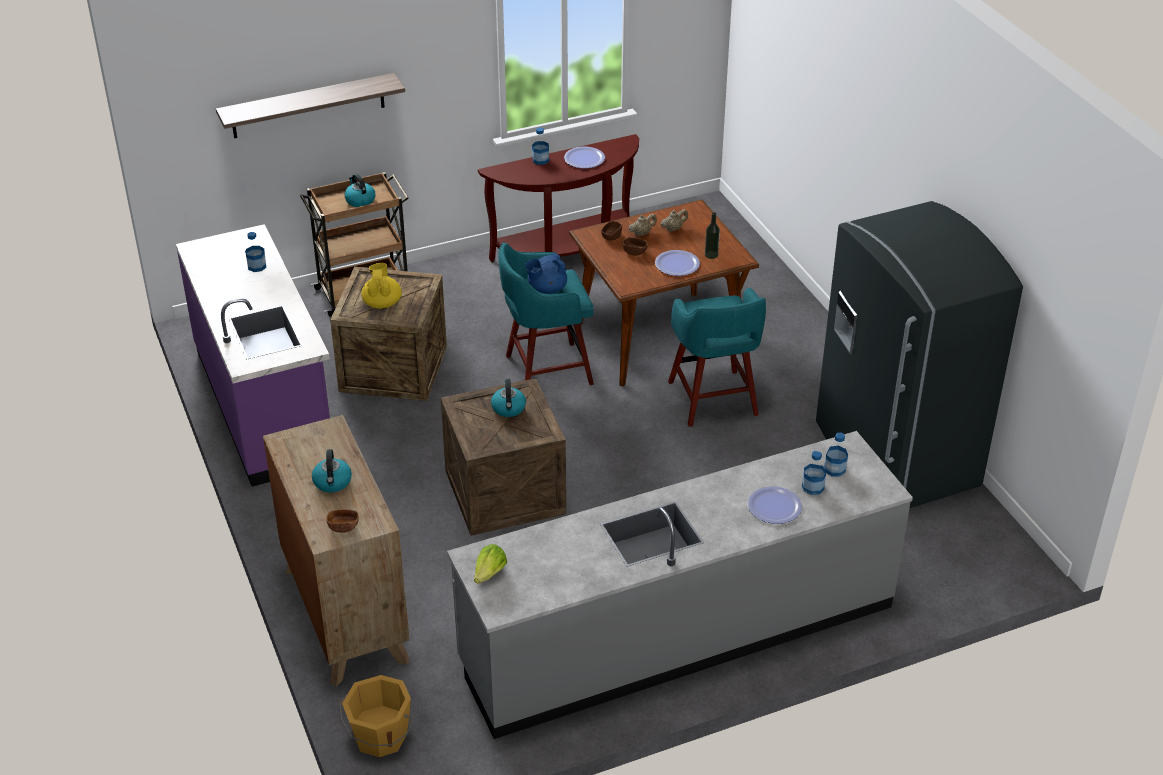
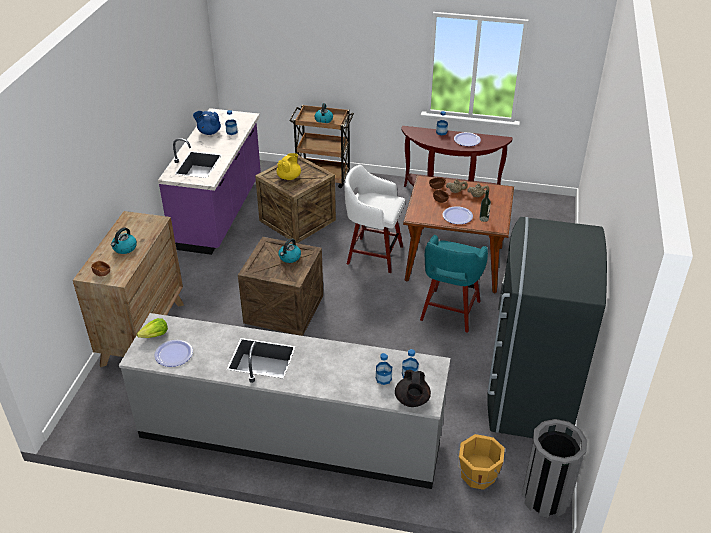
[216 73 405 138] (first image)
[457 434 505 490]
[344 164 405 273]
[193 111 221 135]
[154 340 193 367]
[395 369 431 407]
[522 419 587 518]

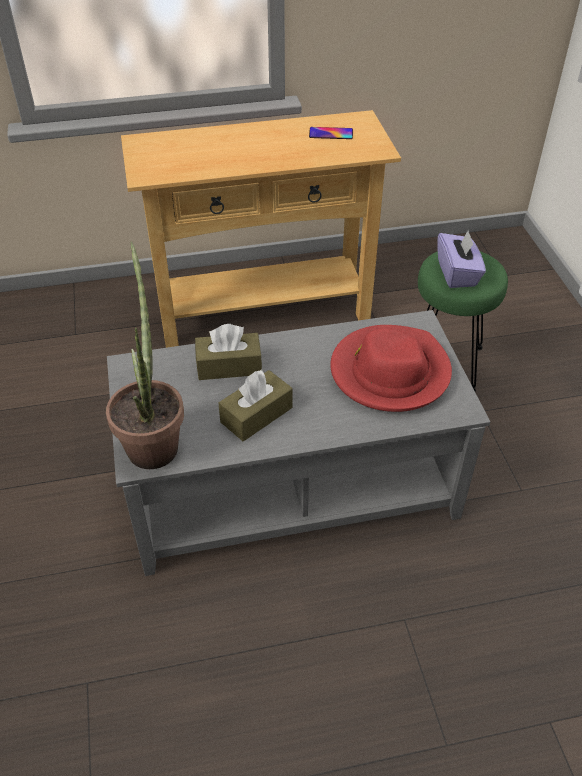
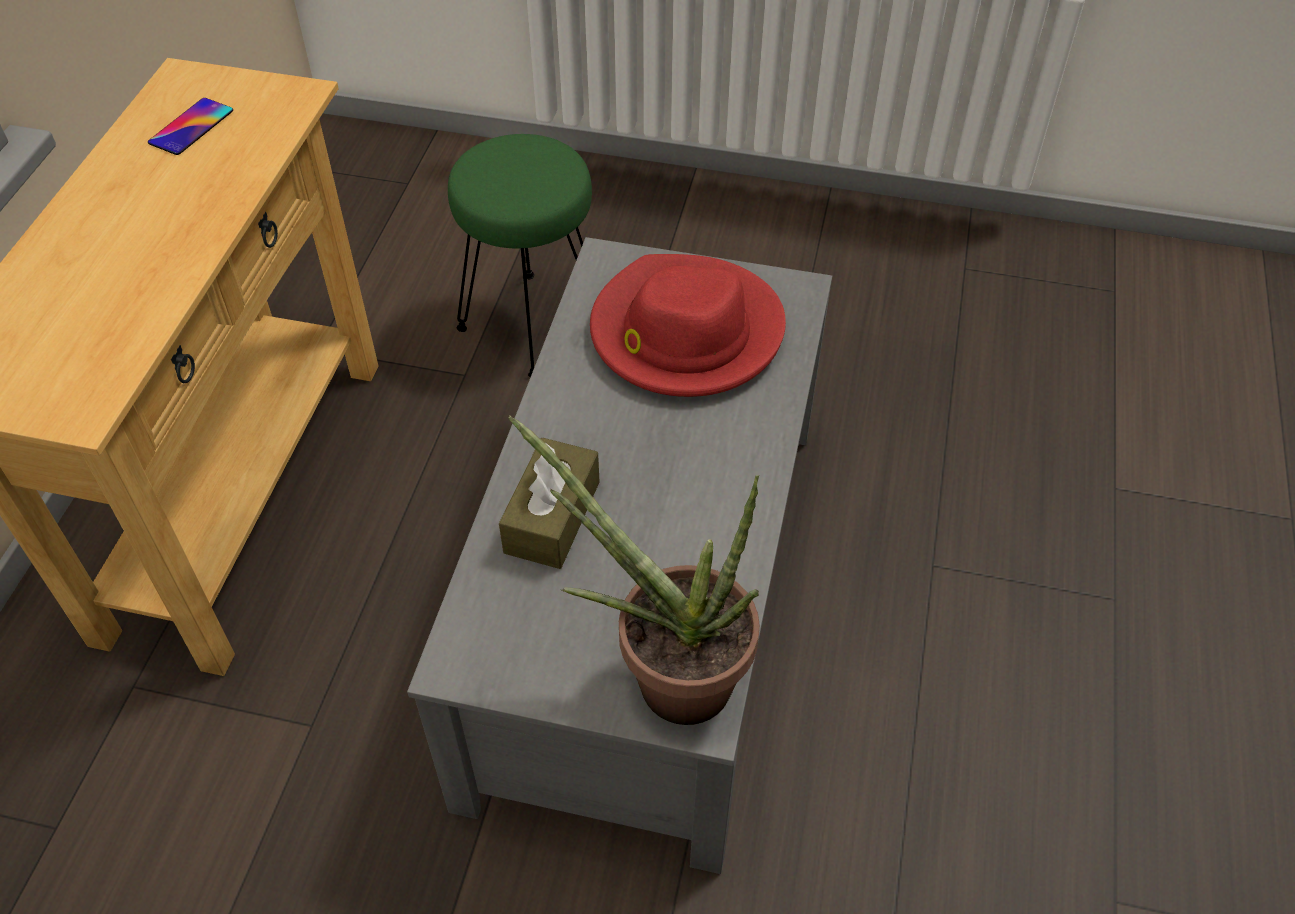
[219 370 293 441] (first image)
[437 229 486 288] (first image)

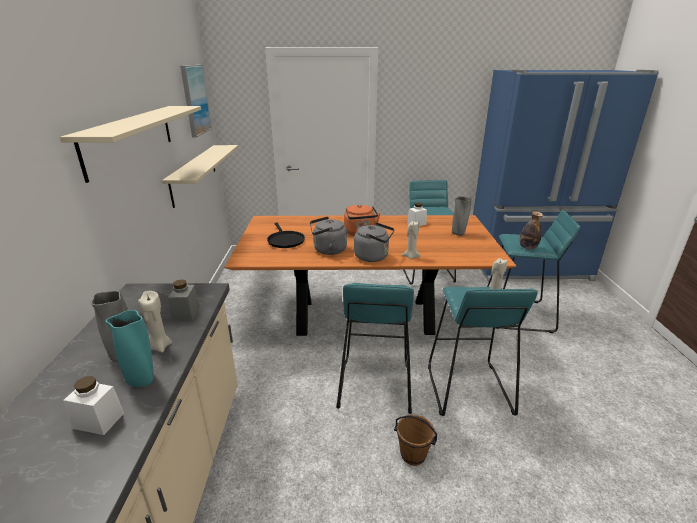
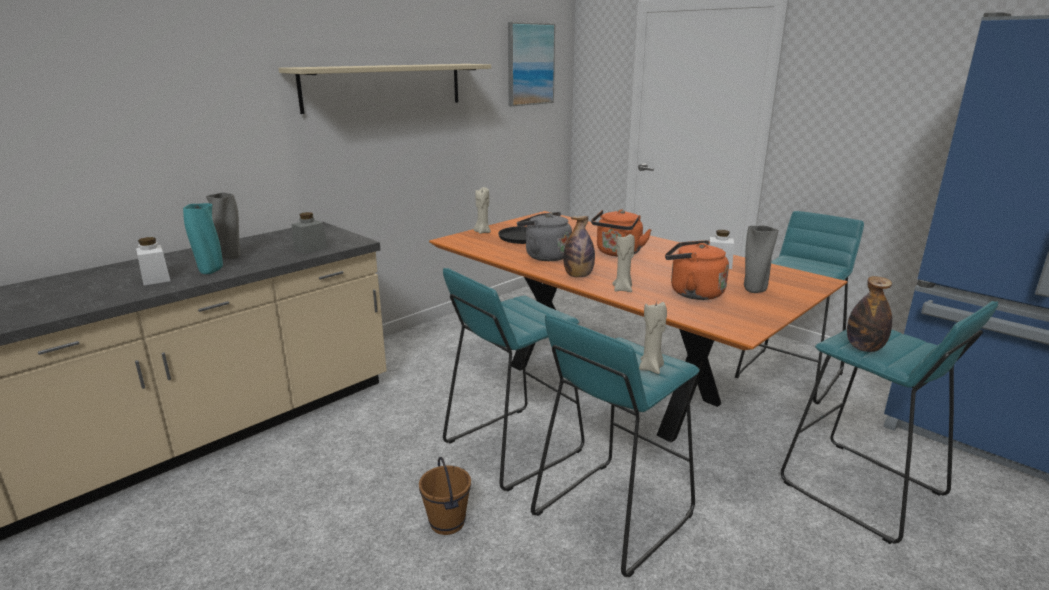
[474 187 491 234]
[162 145 238 208] (first image)
[564 216 595 278]
[665 240 729 300]

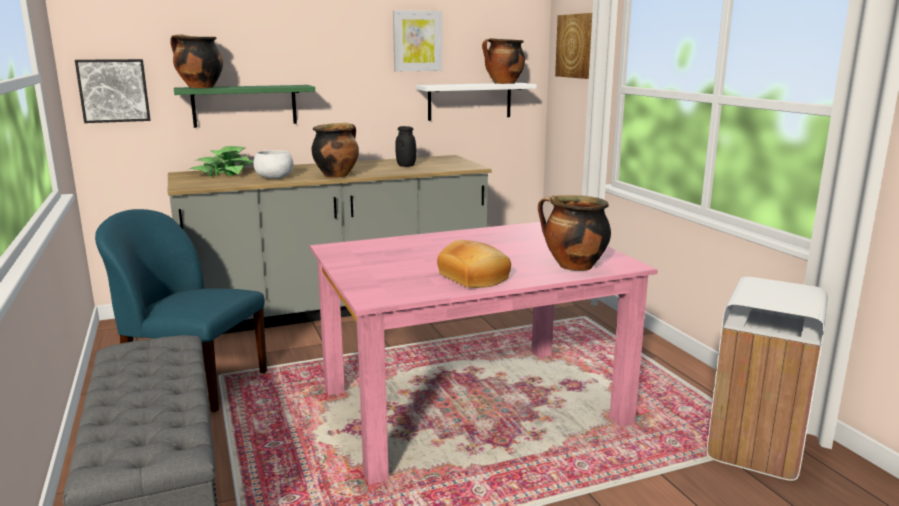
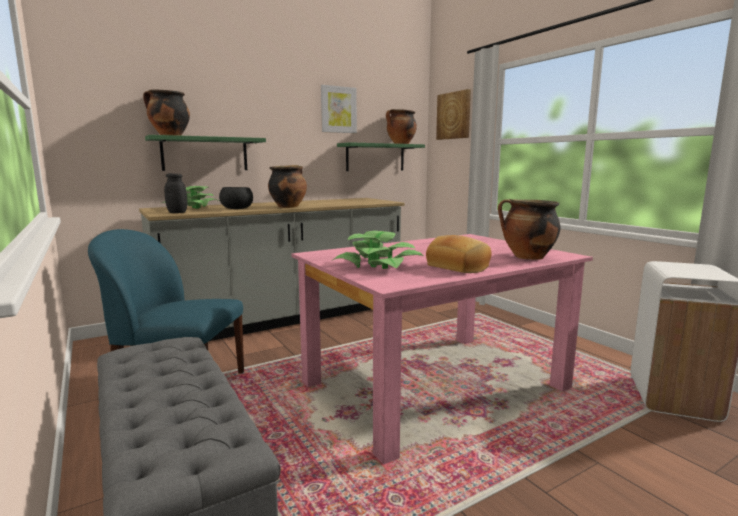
[75 59 150 123] (first image)
[219 187 253 209]
[164 173 187 213]
[337 142 425 171]
[333 231 424 269]

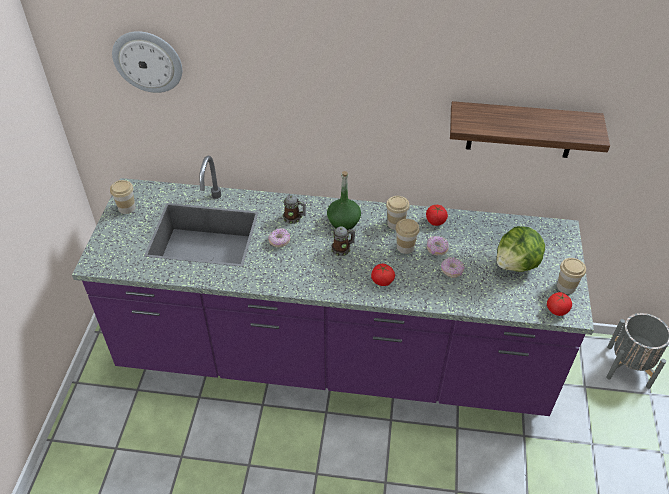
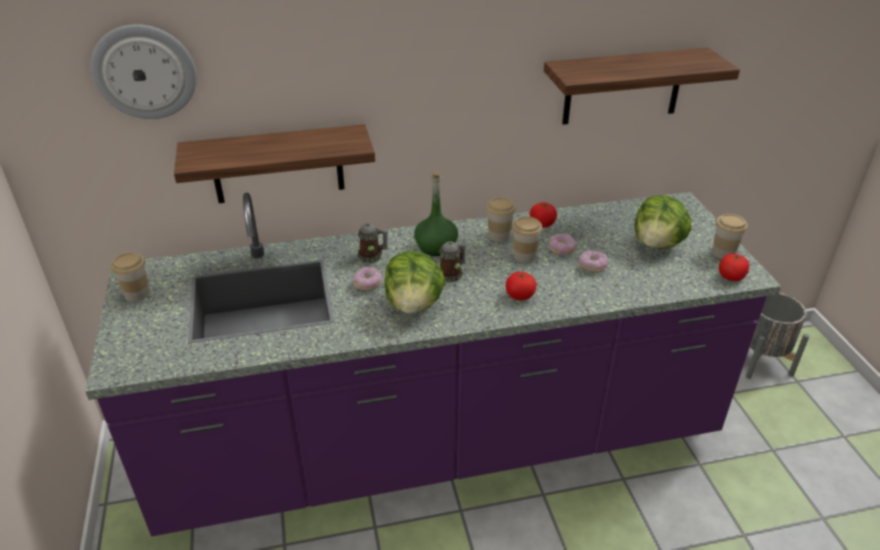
[174 124 375 203]
[384 251 445 314]

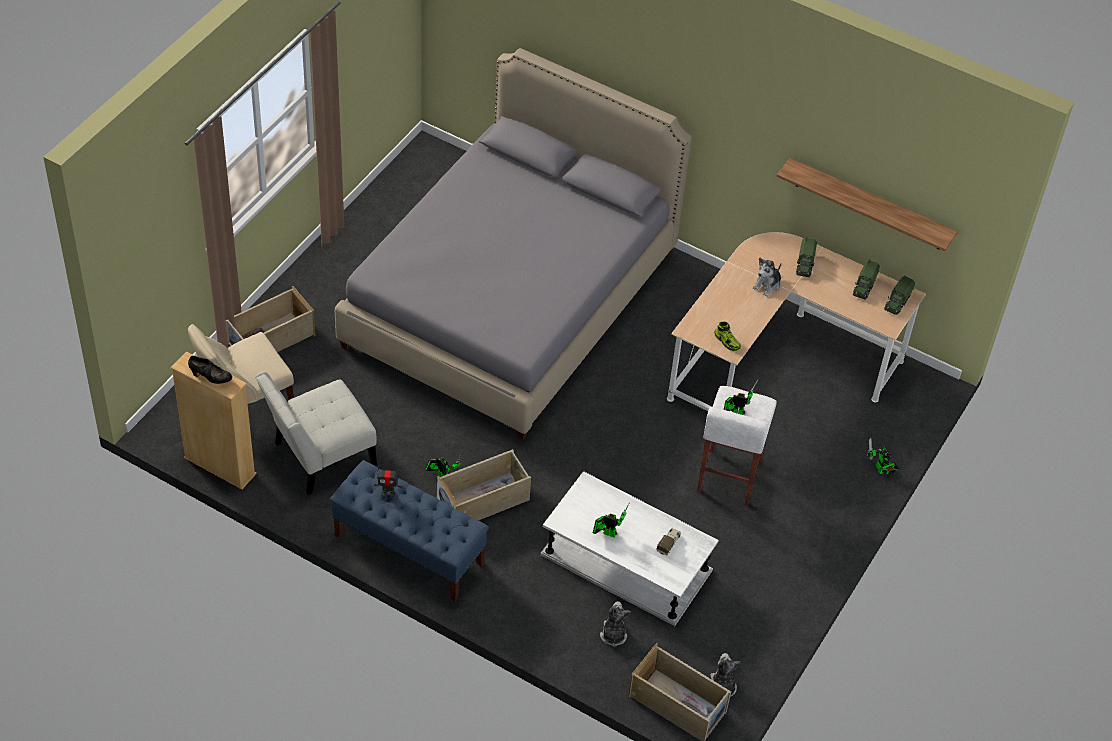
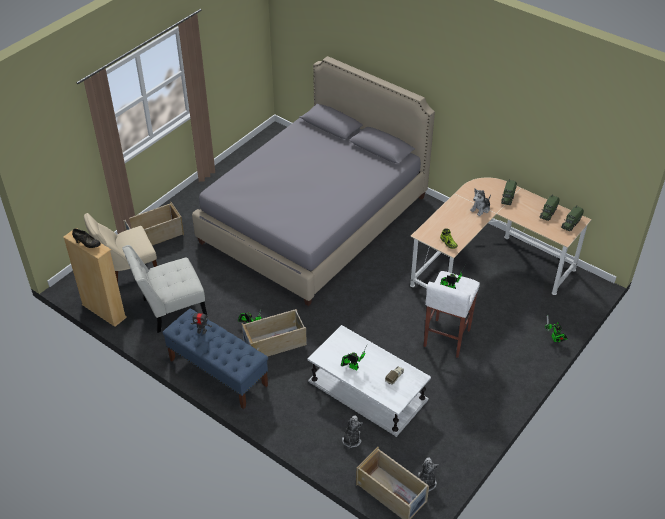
[777 158 958 251] (first image)

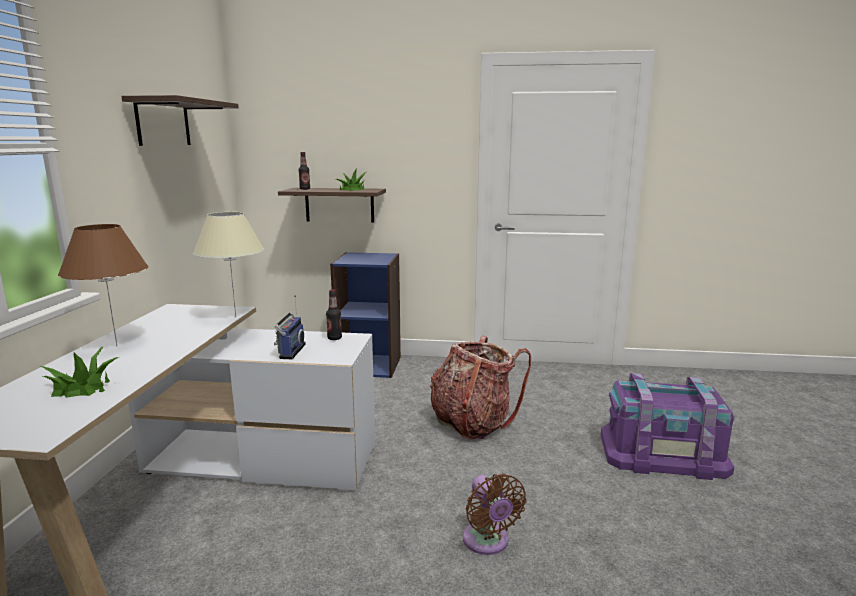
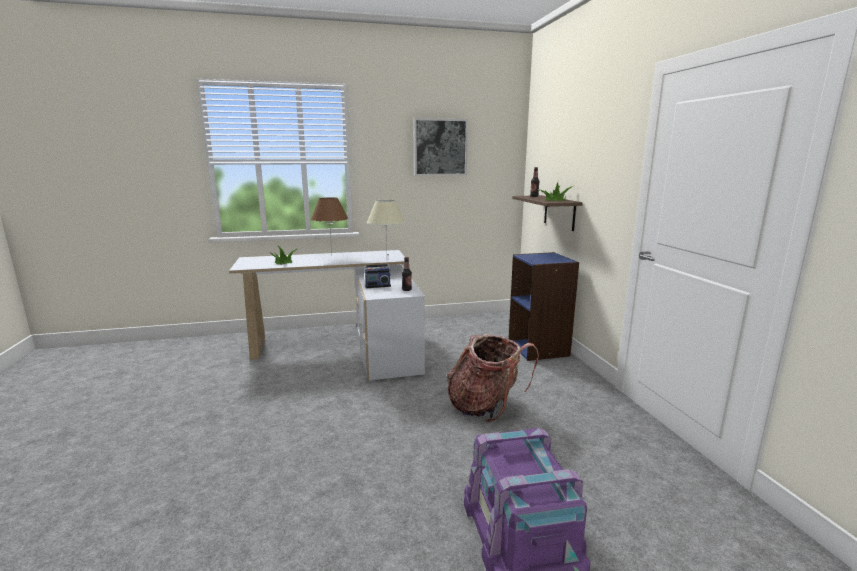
[413 118 468 176]
[463 474 527 555] (first image)

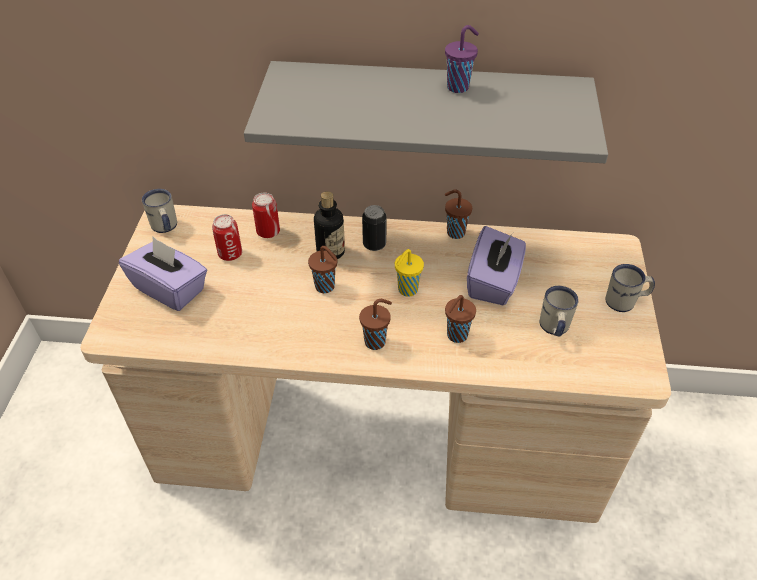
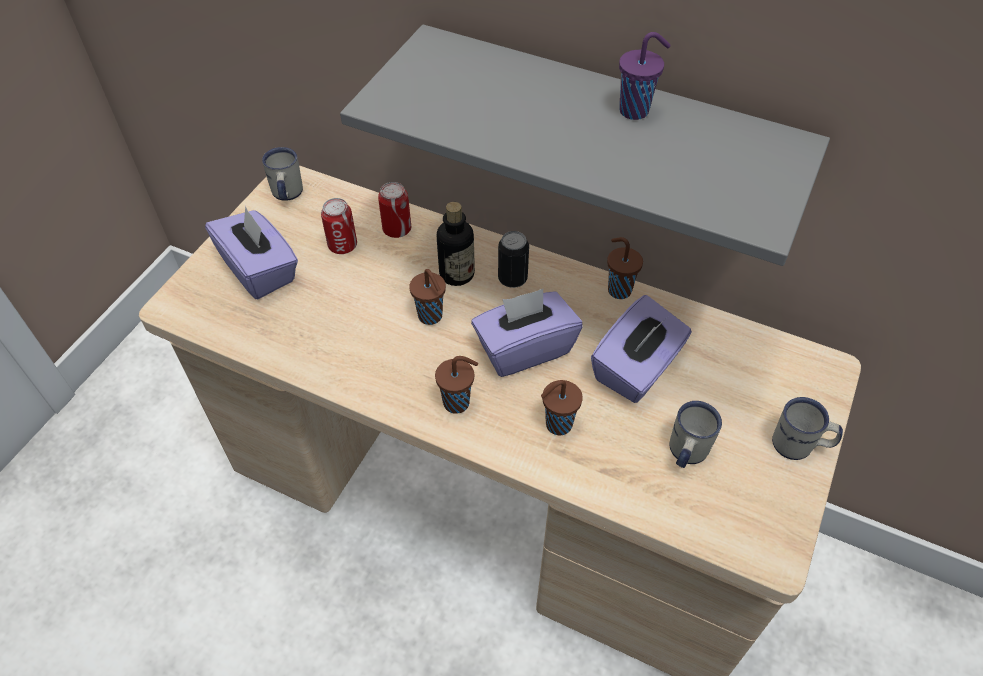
[471 289 582 377]

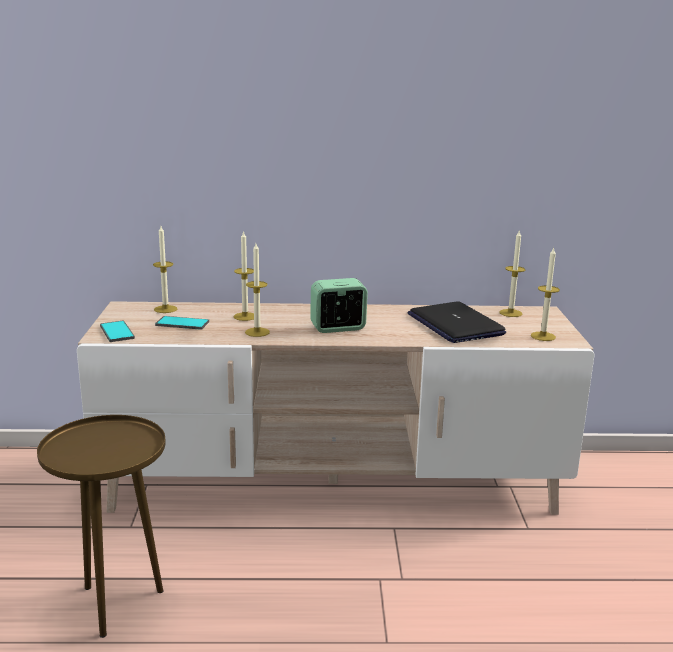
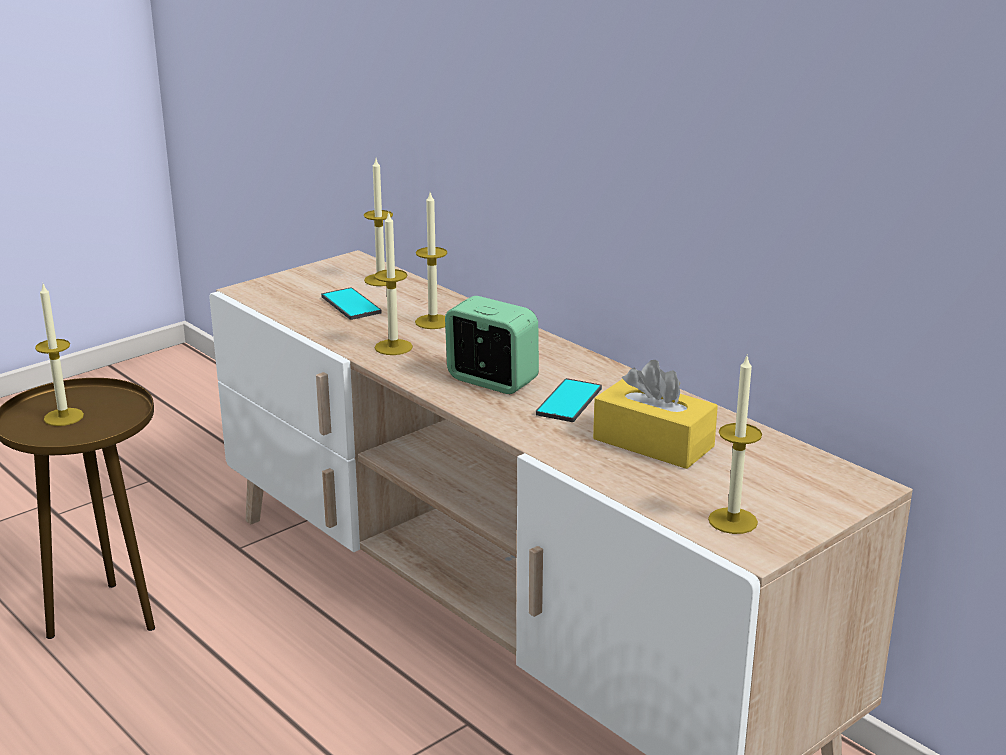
[536 378 602 422]
[593 360 718 469]
[35 284 84 426]

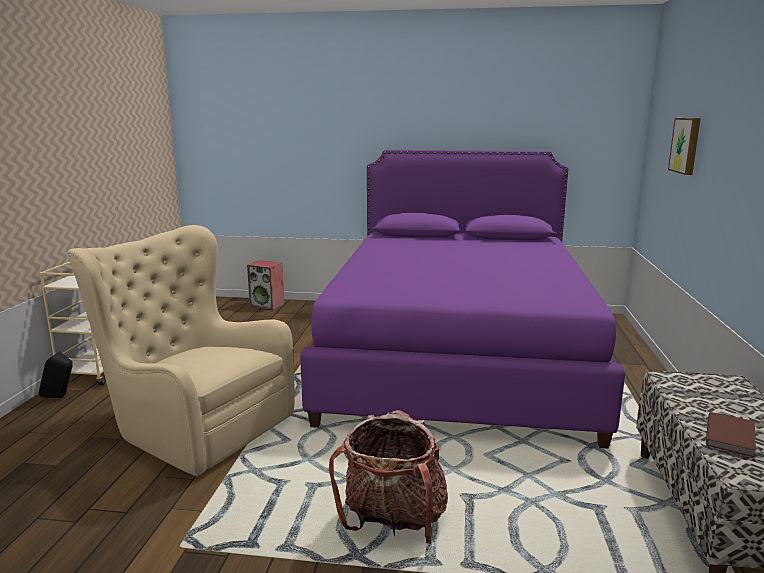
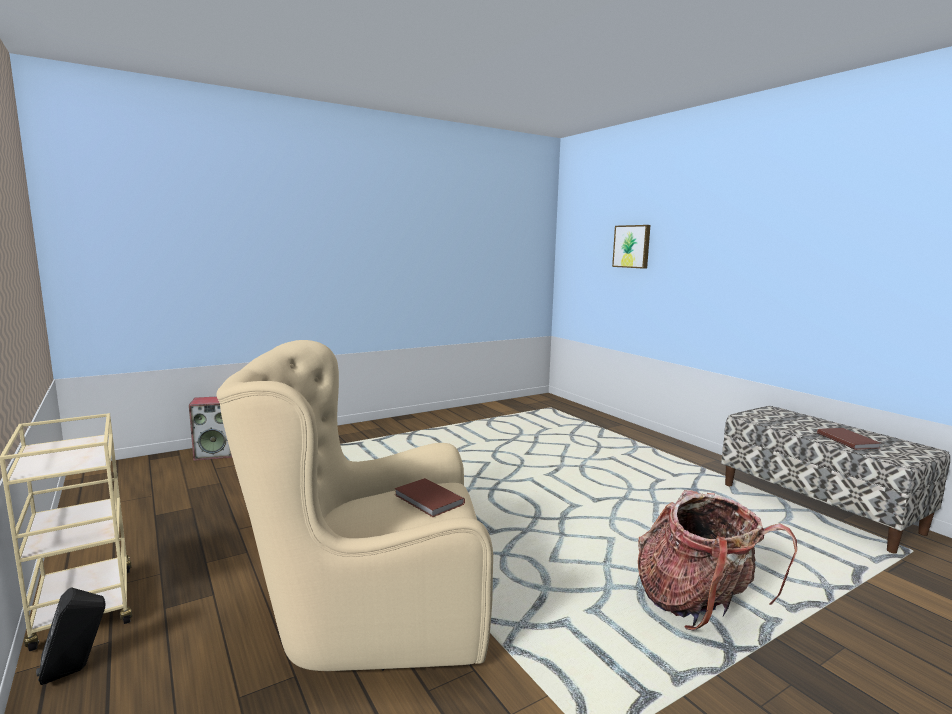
[300 150 625 449] (first image)
[394 478 465 517]

